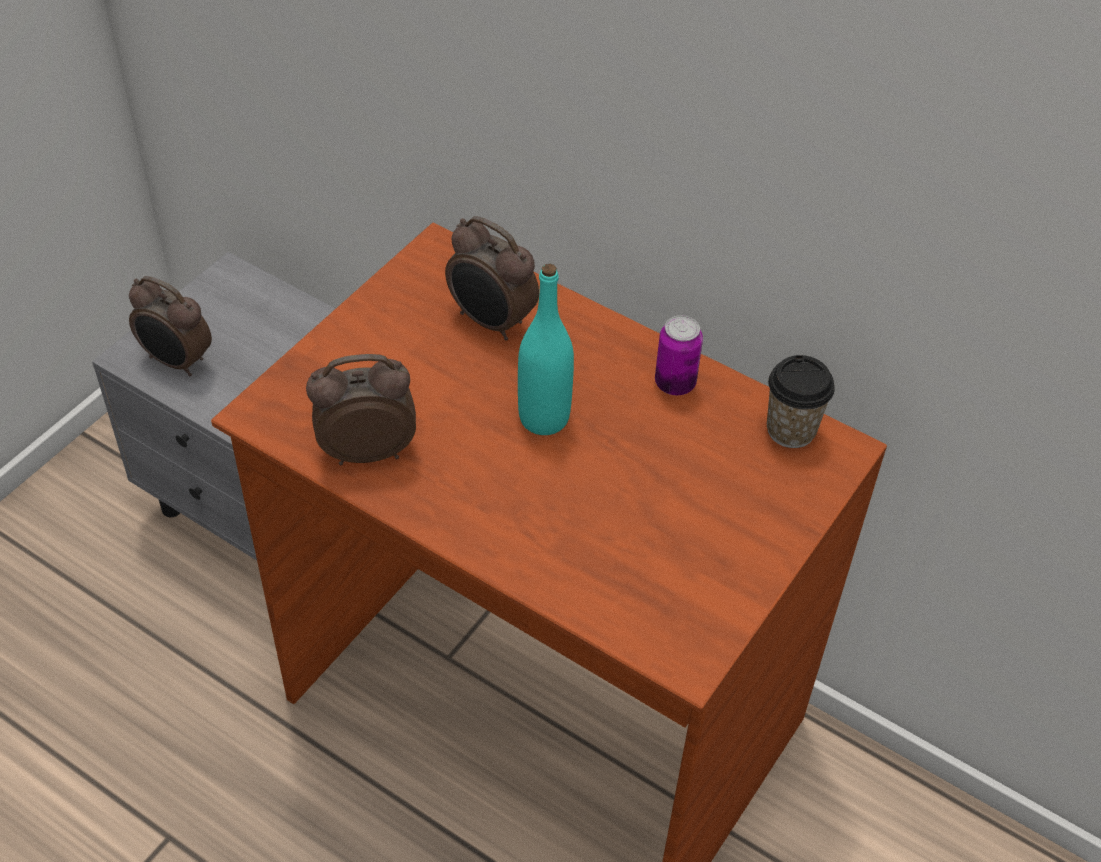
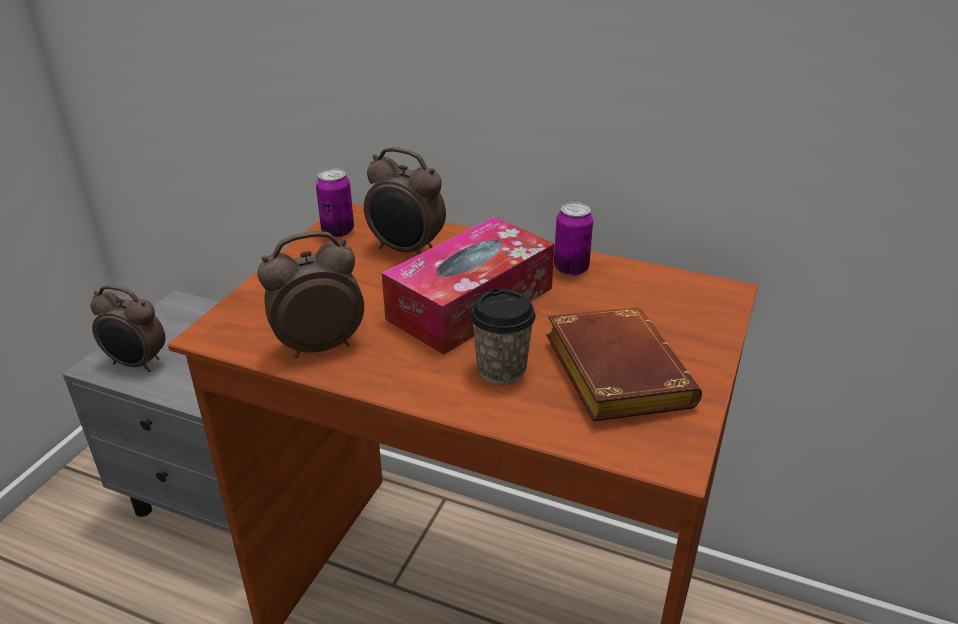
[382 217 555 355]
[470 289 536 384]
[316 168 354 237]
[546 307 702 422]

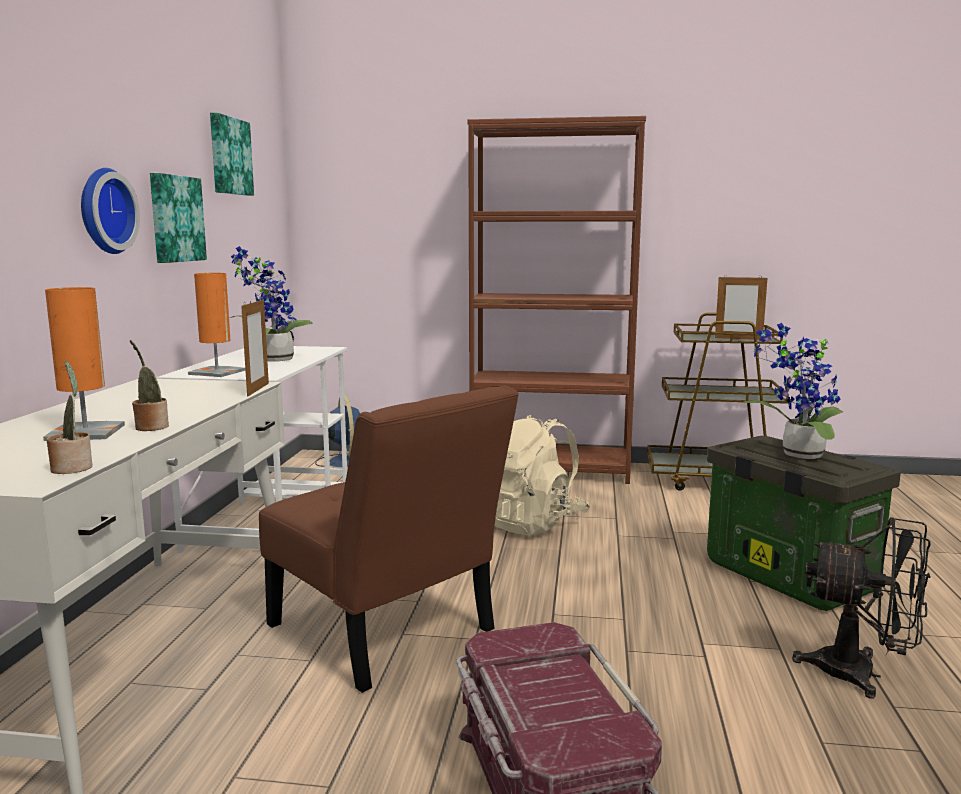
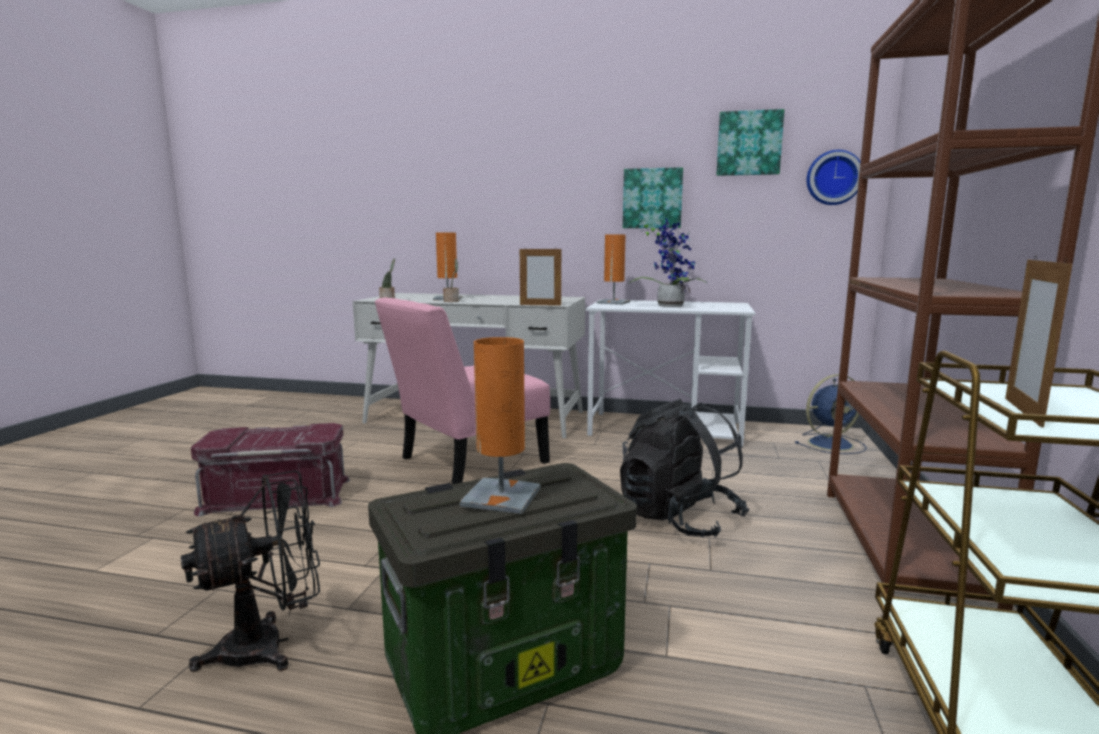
[807 150 860 205]
[375 297 550 485]
[620 399 749 537]
[460 337 540 514]
[181 470 320 672]

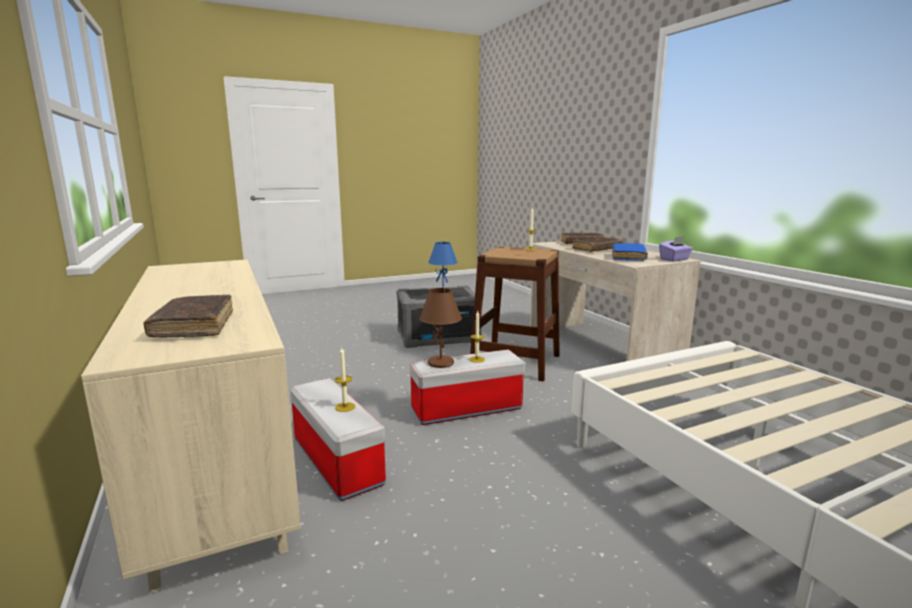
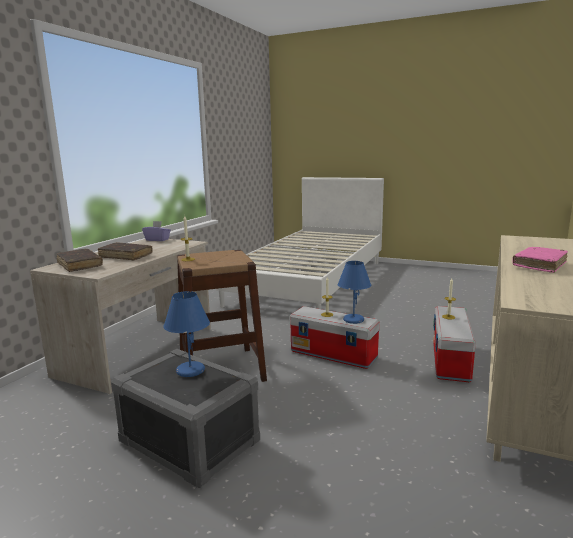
[144 295 233 337] (first image)
[338 261 371 324]
[612 243 648 261] (first image)
[512 247 568 273]

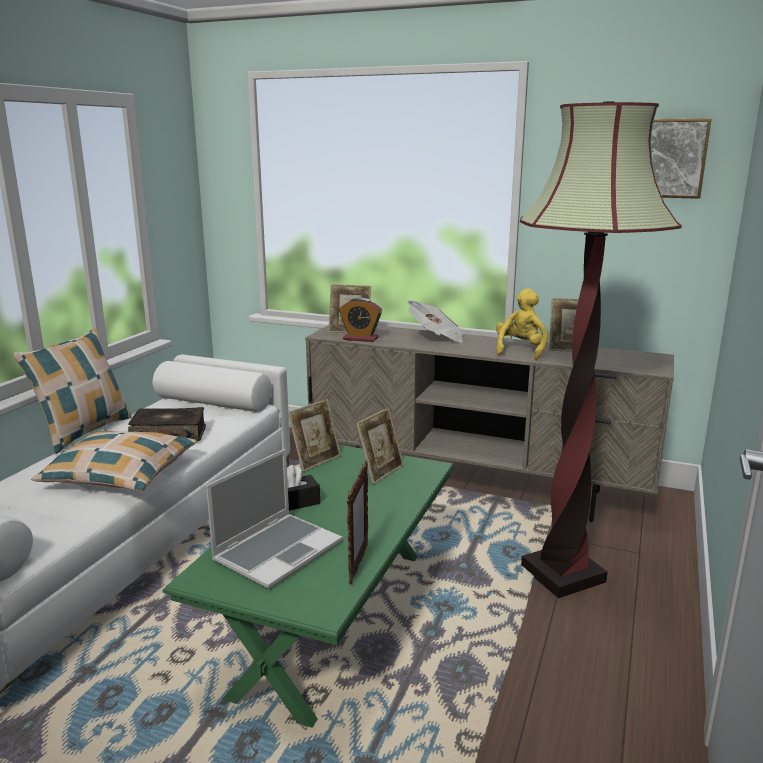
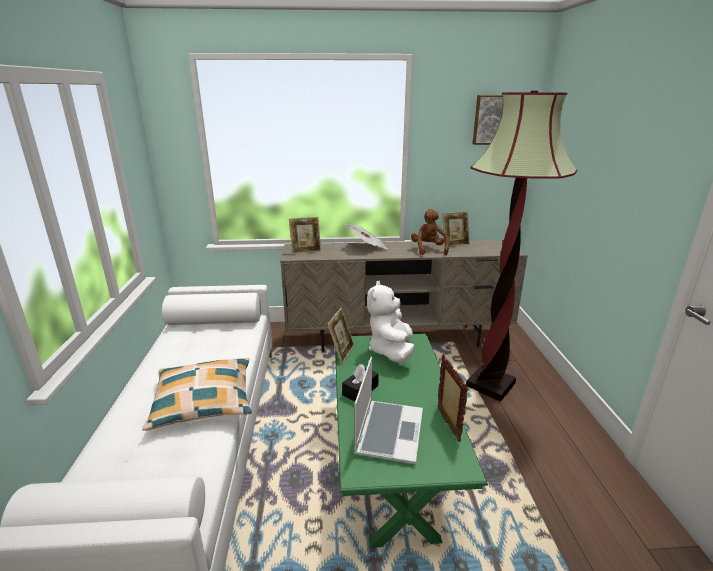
[13 328 132 454] (first image)
[128 407 206 441] (first image)
[339 297 382 342] (first image)
[367 281 415 363]
[411 209 450 255]

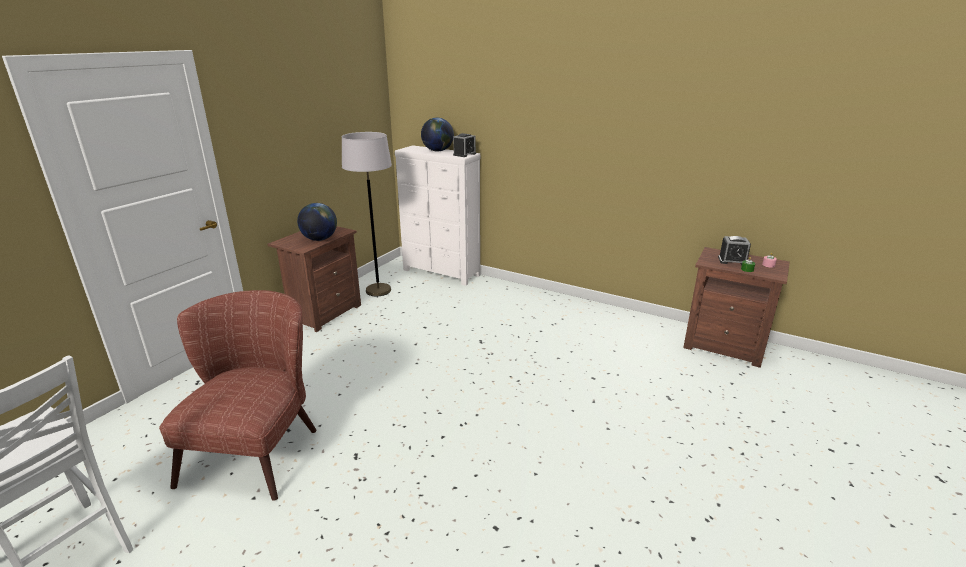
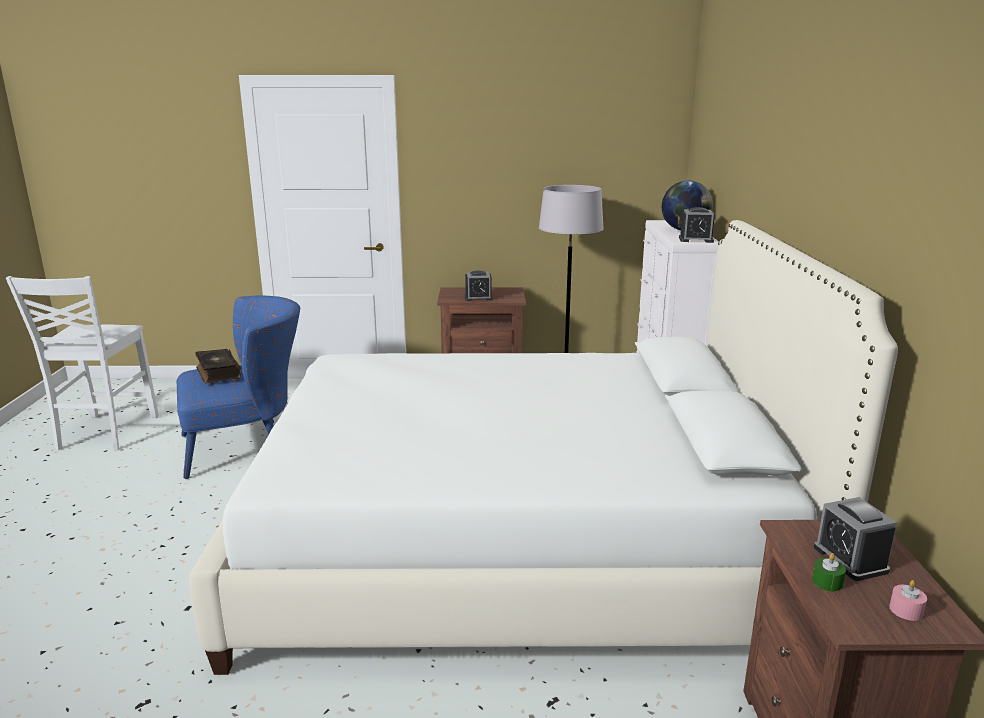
[177 295 300 479]
[464 271 493 301]
[189 220 898 675]
[195 349 242 383]

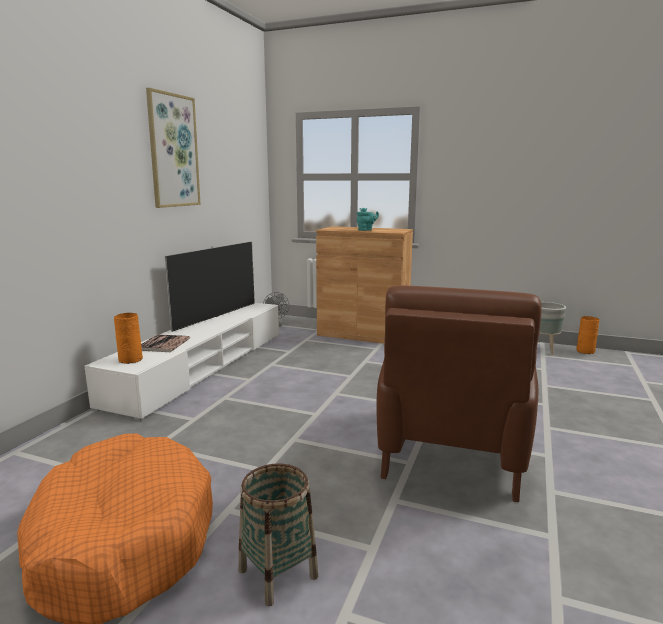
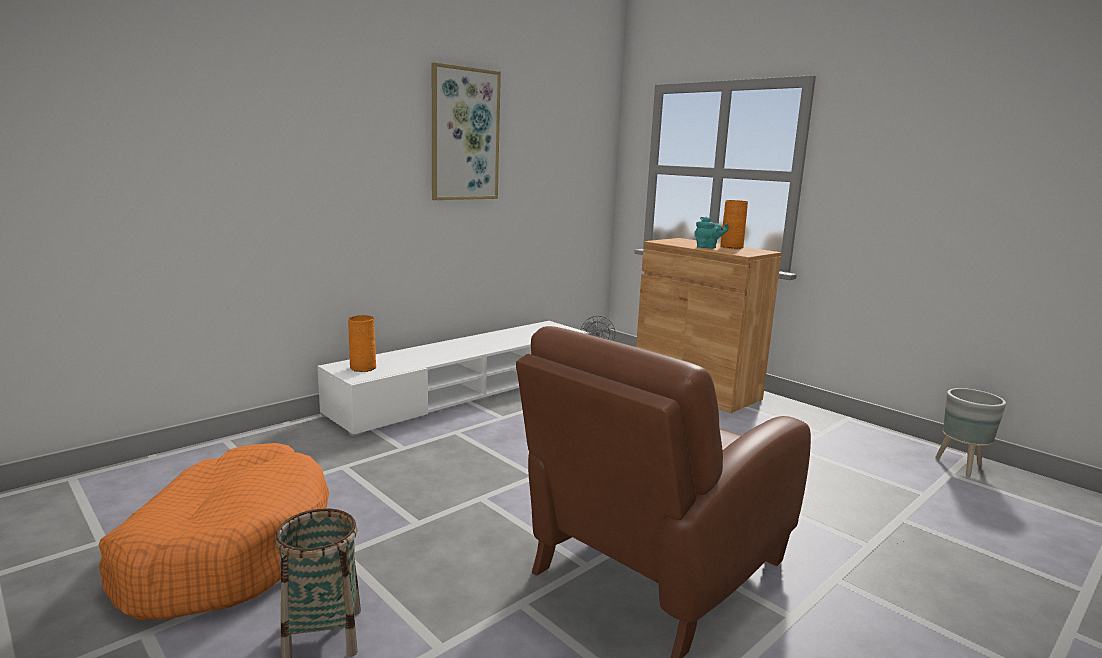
[141 334 190 352] (first image)
[165 241 255 332] (first image)
[721 200 748 249]

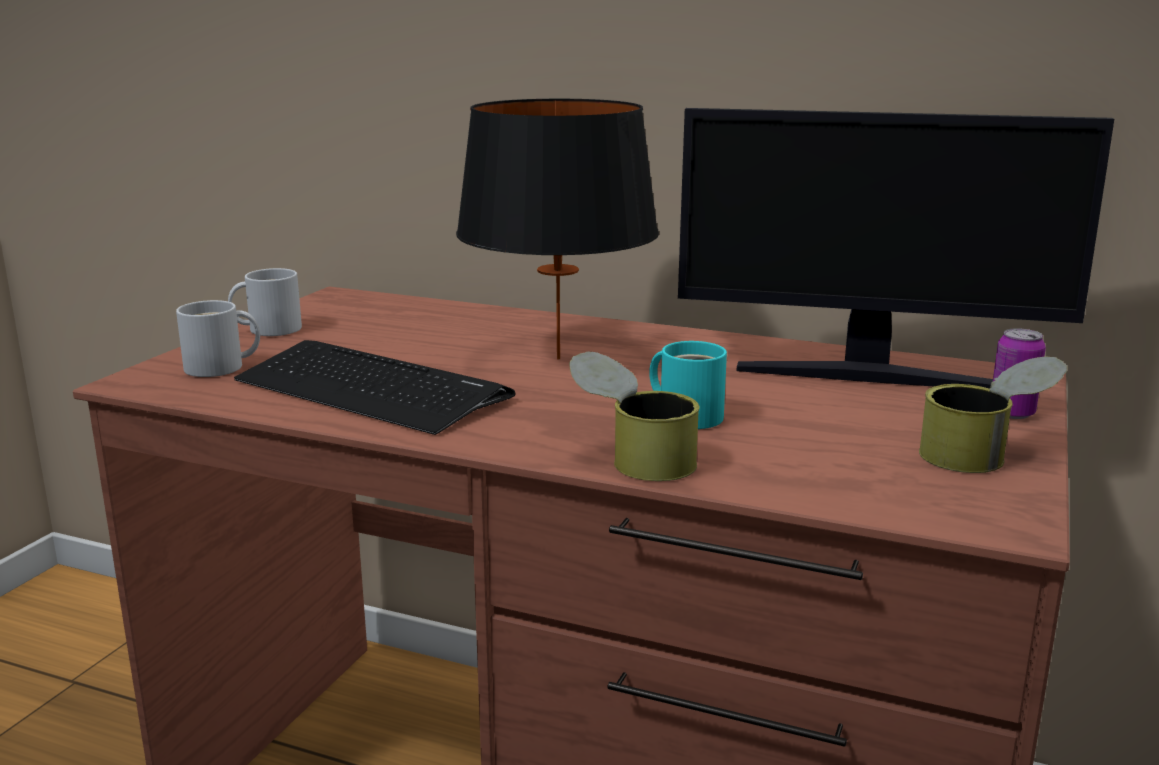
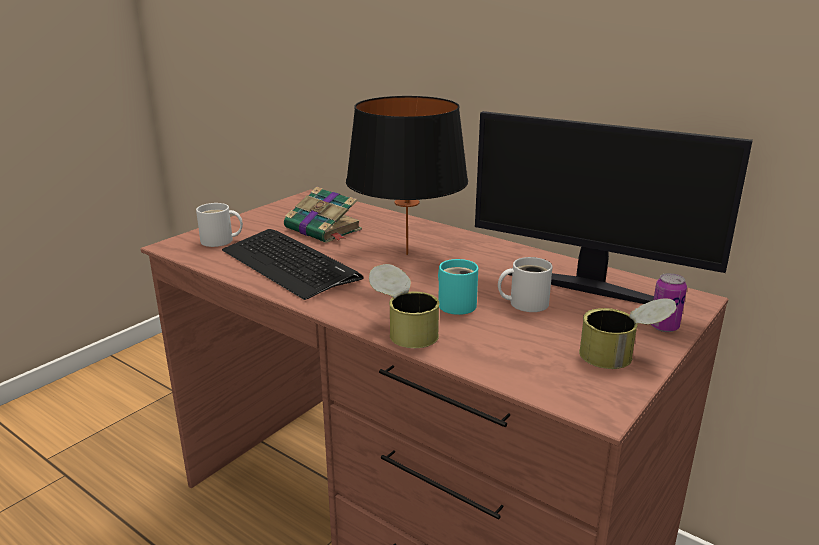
[498 257 553 312]
[284 186 362 243]

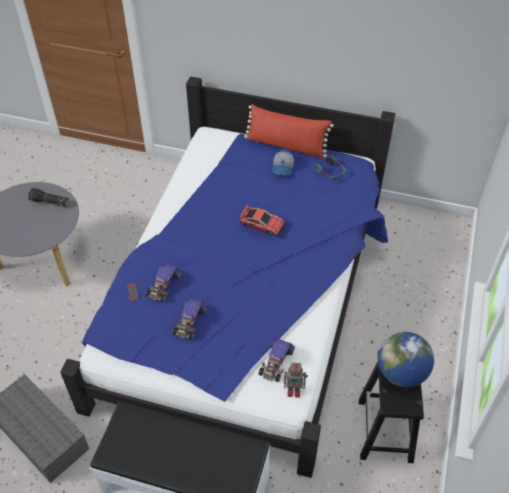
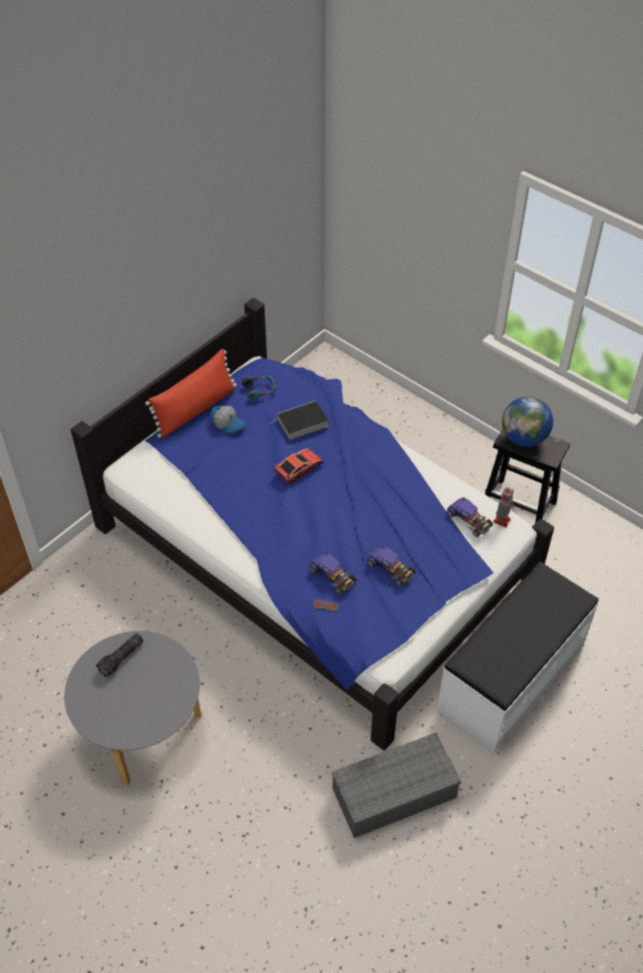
[270 401 329 439]

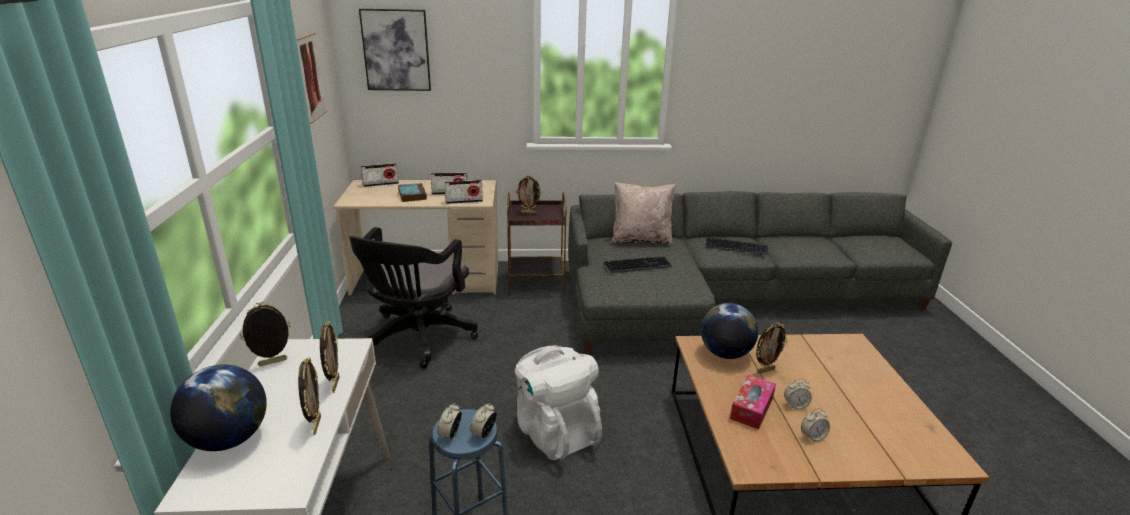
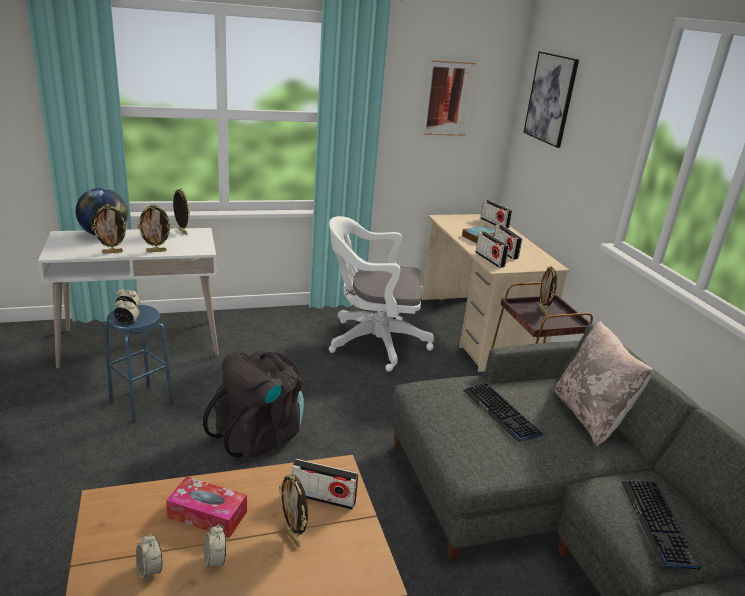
[329 216 434 372]
[203 350 304 461]
[292 459 359 510]

